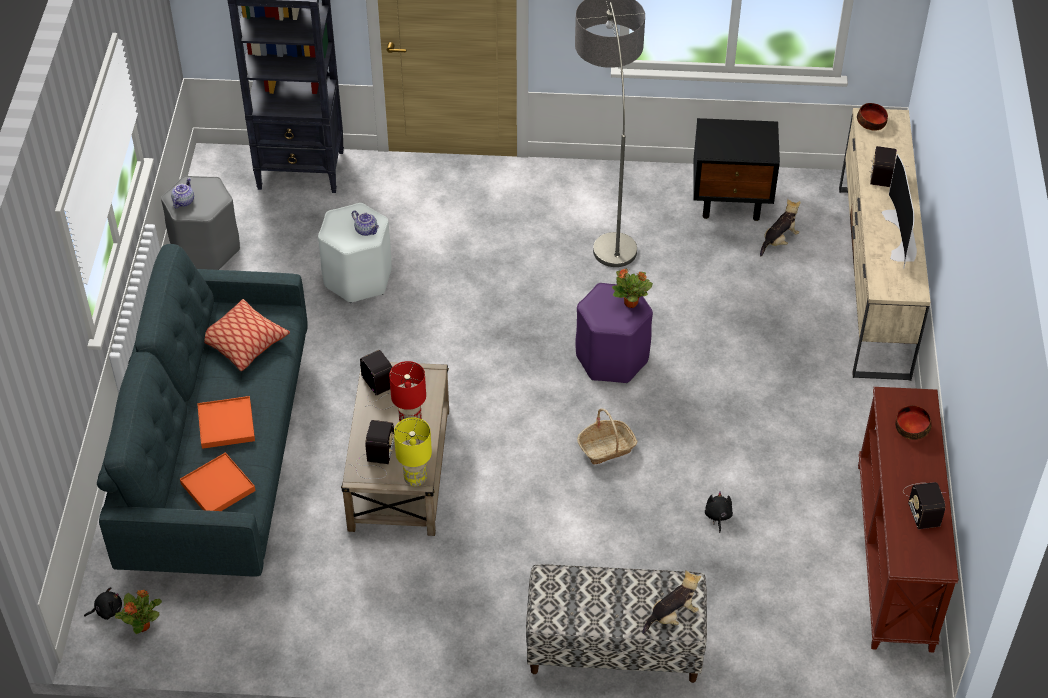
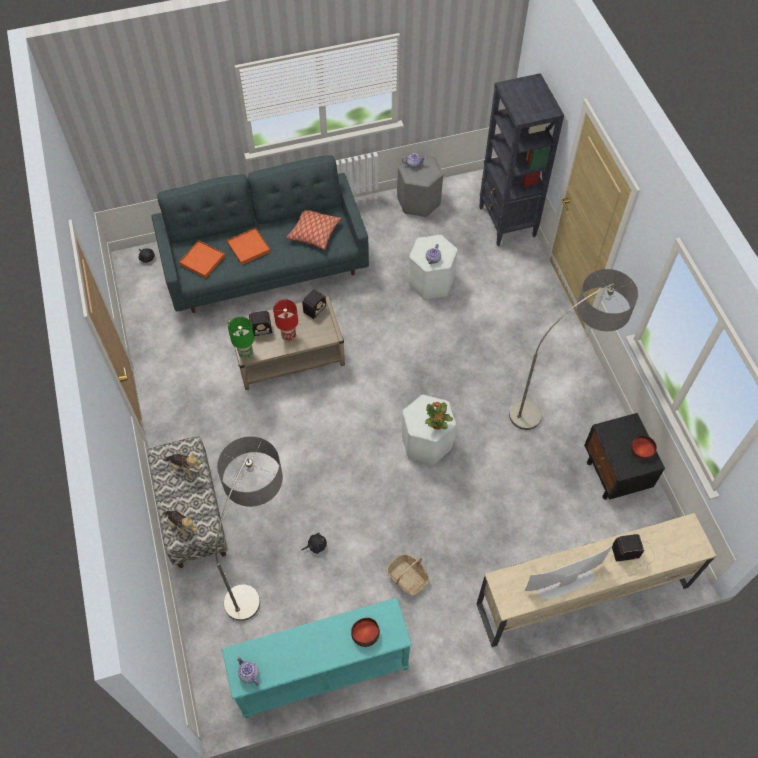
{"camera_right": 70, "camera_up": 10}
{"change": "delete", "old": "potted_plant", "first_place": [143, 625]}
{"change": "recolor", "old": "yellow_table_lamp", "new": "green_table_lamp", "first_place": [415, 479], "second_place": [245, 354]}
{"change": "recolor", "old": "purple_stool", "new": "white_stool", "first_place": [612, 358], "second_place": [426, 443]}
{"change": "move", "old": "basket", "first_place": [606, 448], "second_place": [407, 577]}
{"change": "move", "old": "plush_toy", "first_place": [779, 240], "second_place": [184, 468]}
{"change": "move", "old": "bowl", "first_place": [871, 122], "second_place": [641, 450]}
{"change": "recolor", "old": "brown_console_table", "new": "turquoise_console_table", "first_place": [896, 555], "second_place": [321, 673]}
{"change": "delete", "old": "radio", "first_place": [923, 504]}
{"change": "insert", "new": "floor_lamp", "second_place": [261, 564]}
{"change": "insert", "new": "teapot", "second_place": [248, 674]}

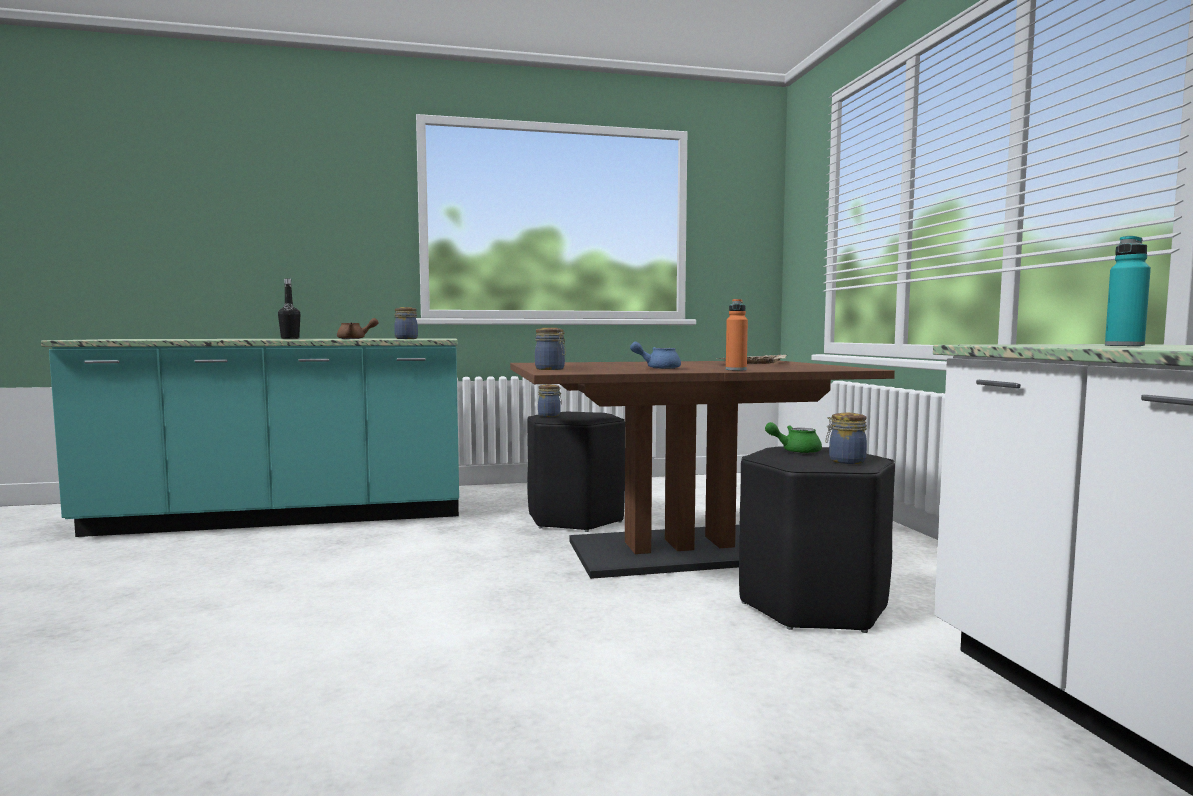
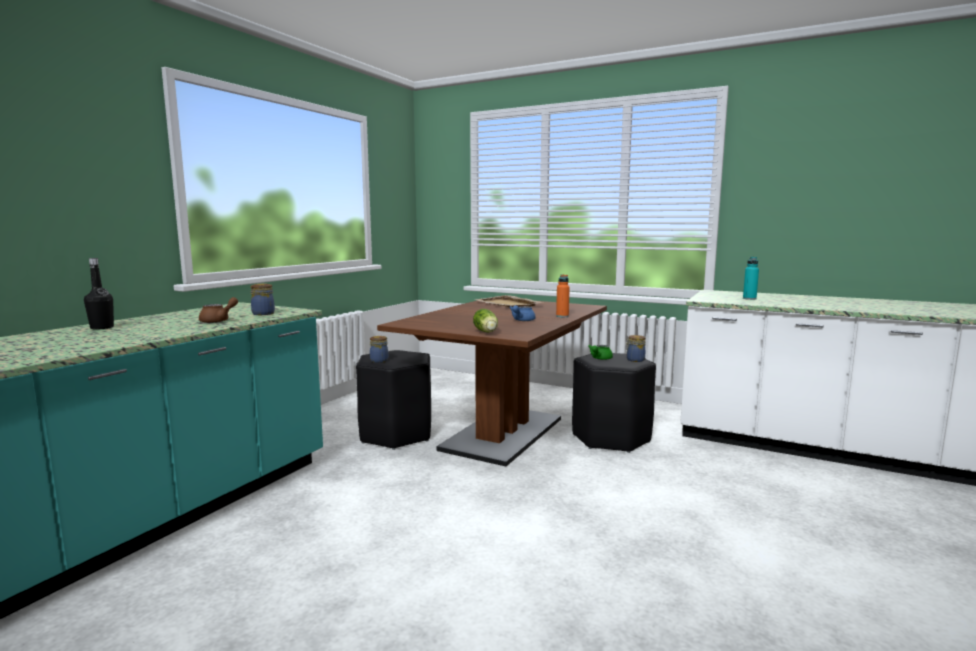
{"camera_right": -50, "camera_up": 5}
{"change": "replace", "old": "jar", "new": "lettuce", "first_place": [551, 369], "second_place": [486, 332]}

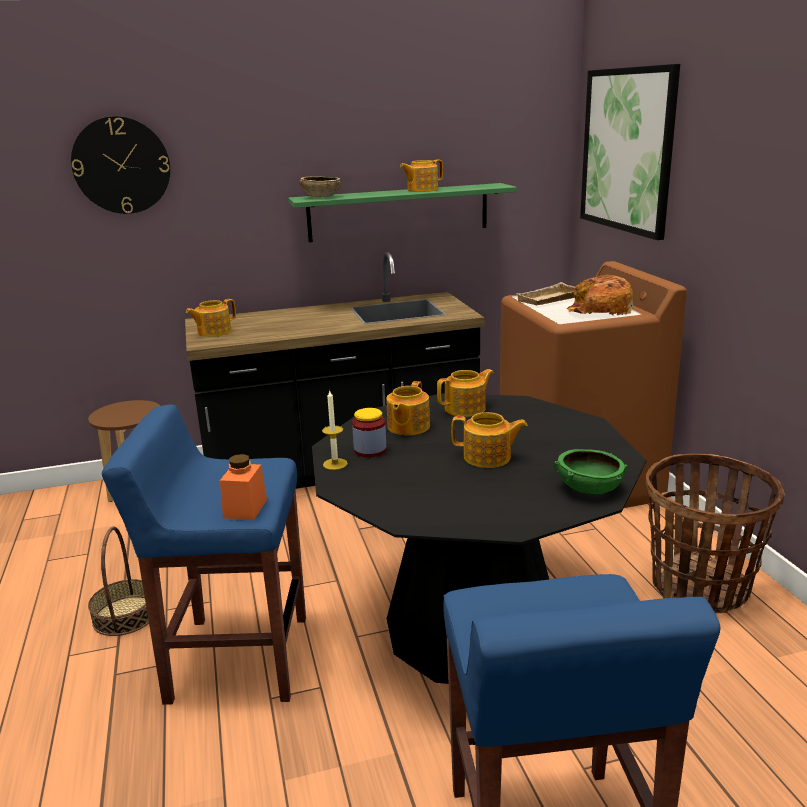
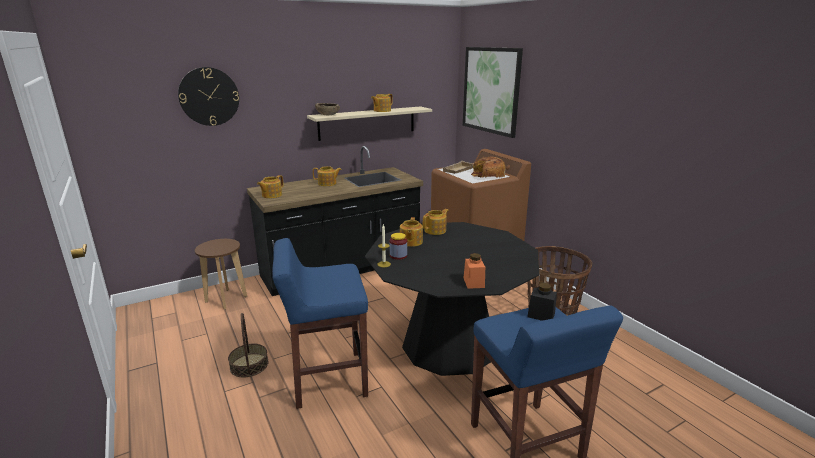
{"camera_right": -15, "camera_up": 0}
{"change": "move", "old": "orange_jar", "first_place": [245, 509], "second_place": [473, 282]}
{"change": "recolor", "old": "green_shelf", "new": "beige_shelf", "first_place": [399, 212], "second_place": [367, 123]}
{"change": "move", "old": "teapot", "first_place": [488, 457], "second_place": [327, 183]}
{"change": "delete", "old": "green_bowl", "first_place": [588, 488]}
{"change": "insert", "new": "black_jar", "second_place": [541, 315]}

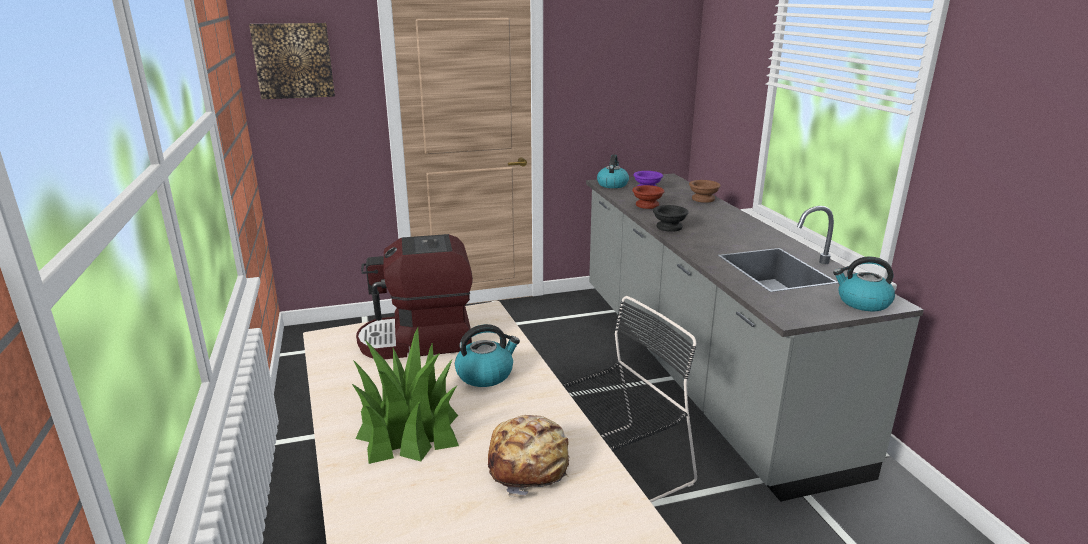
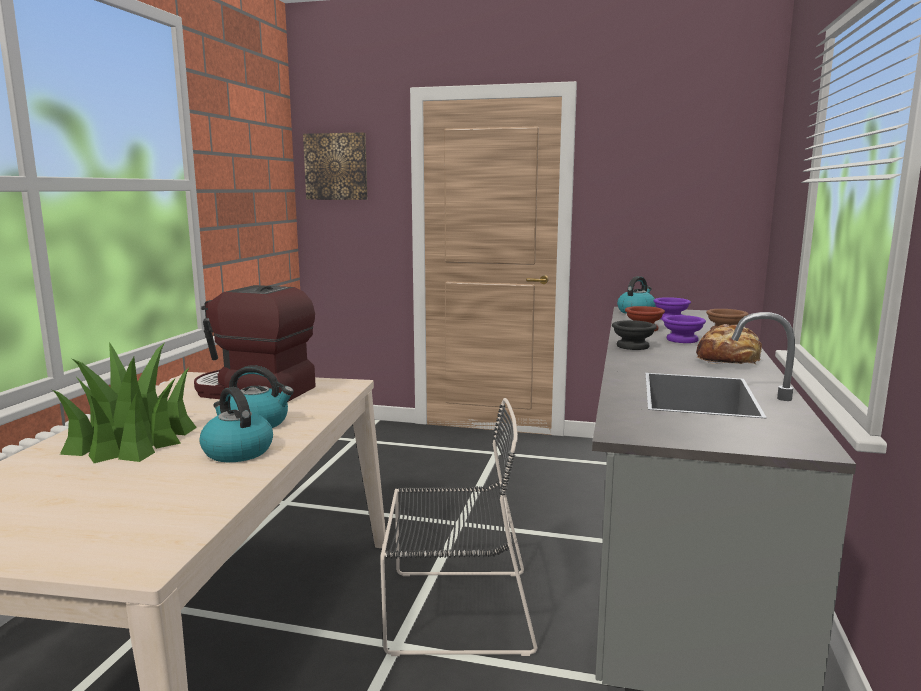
{"camera_right": 30, "camera_up": -10}
{"change": "move", "old": "bread", "first_place": [529, 465], "second_place": [728, 361]}
{"change": "move", "old": "kettle", "first_place": [862, 302], "second_place": [236, 451]}
{"change": "insert", "new": "purple_bowl", "second_place": [683, 340]}

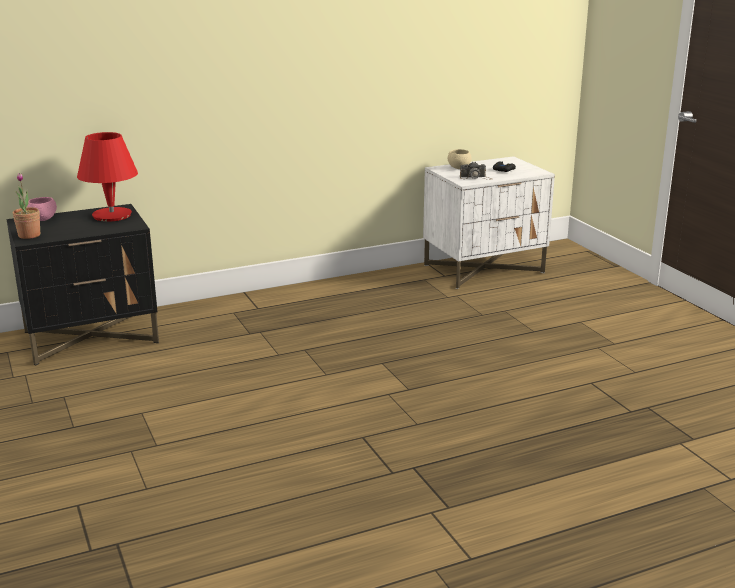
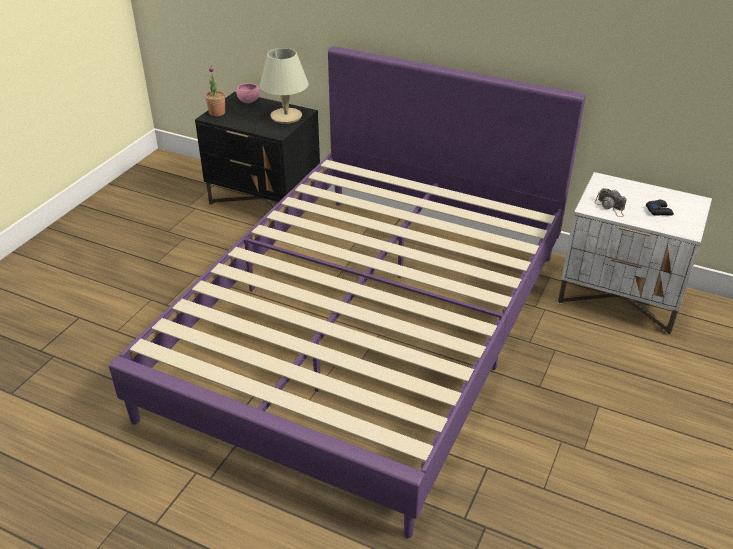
{"camera_right": 50, "camera_up": 15}
{"change": "recolor", "old": "red_table_lamp", "new": "beige_table_lamp", "first_place": [112, 215], "second_place": [286, 116]}
{"change": "delete", "old": "beige_bowl", "first_place": [459, 168]}
{"change": "insert", "new": "purple_bed", "second_place": [367, 329]}

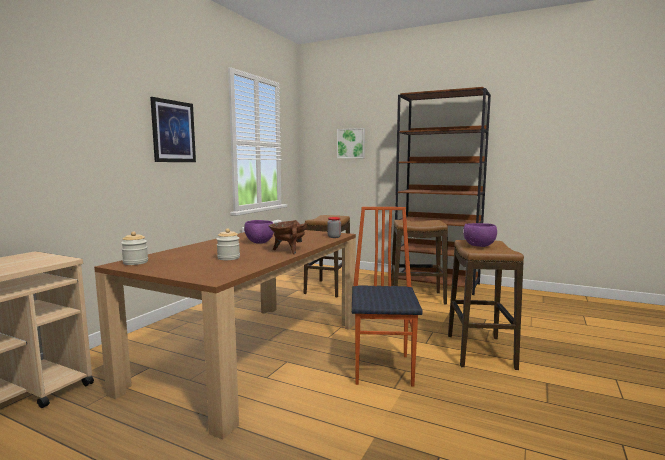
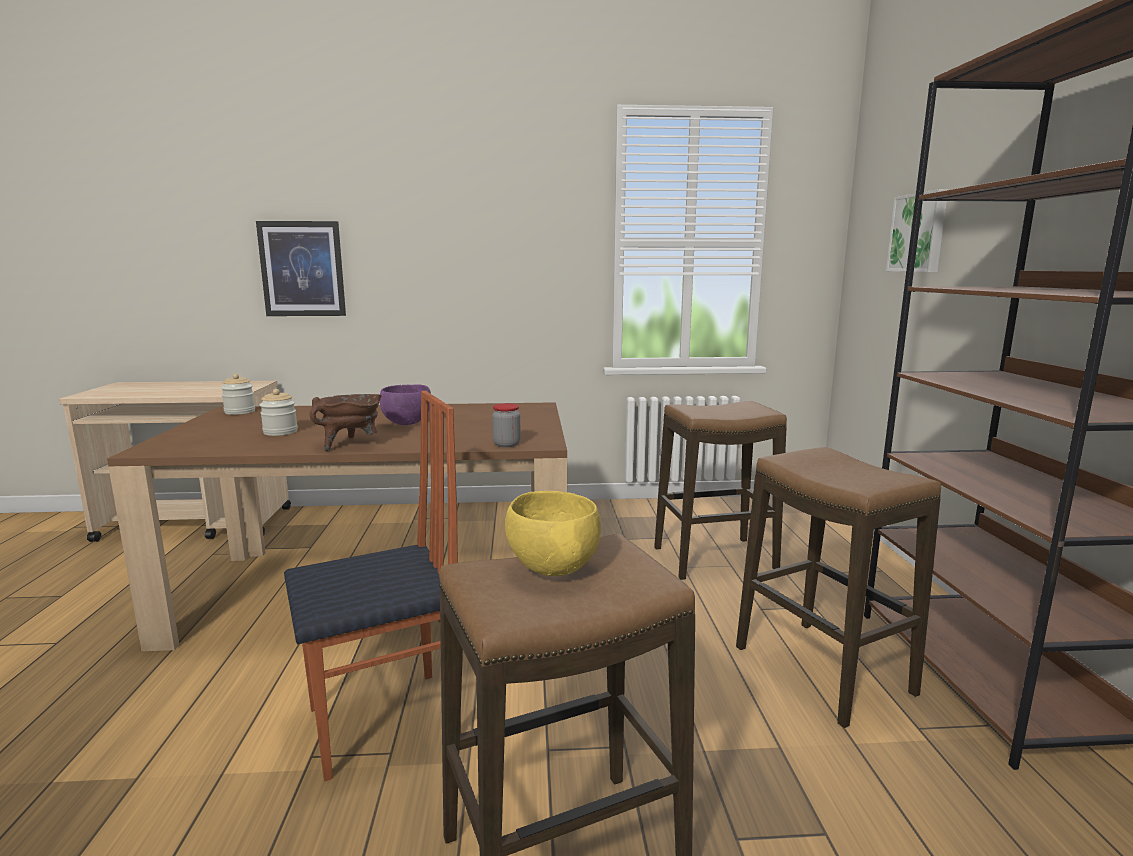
{"camera_right": 60, "camera_up": 5}
{"change": "move", "old": "picture", "first_place": [173, 131], "second_place": [302, 269]}
{"change": "recolor", "old": "purple_bowl", "new": "yellow_bowl", "first_place": [479, 246], "second_place": [552, 568]}

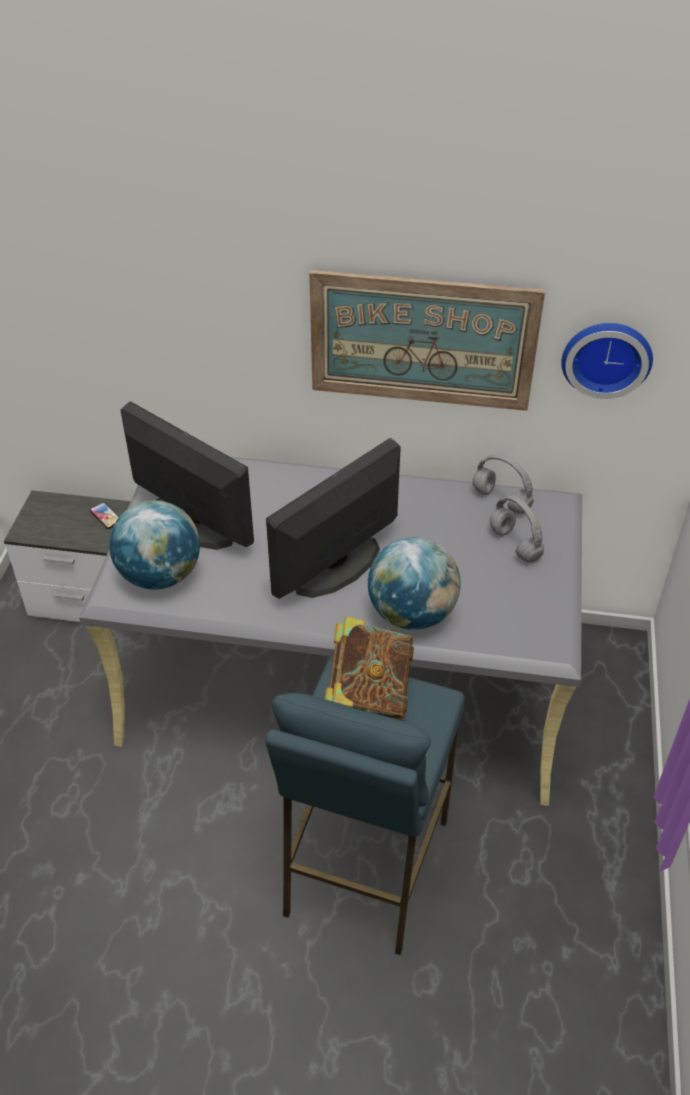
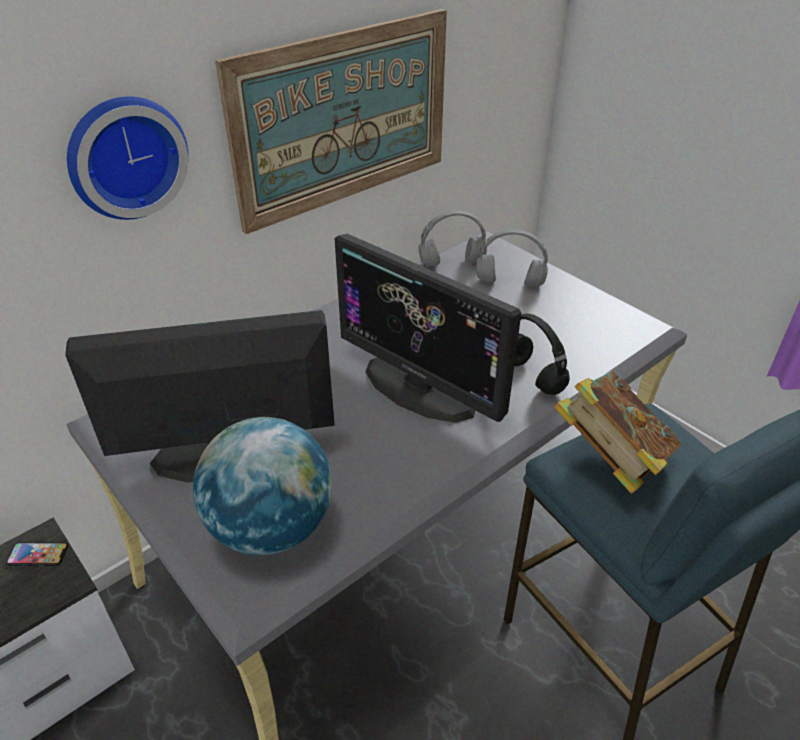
{"camera_right": -50, "camera_up": -5}
{"change": "rotate", "old": "monitor", "first_place": [337, 566], "second_place": [420, 387], "degrees": -45}
{"change": "replace", "old": "globe", "new": "black_headphones", "first_place": [412, 614], "second_place": [533, 376]}
{"change": "move", "old": "wall_clock", "first_place": [606, 356], "second_place": [125, 156]}

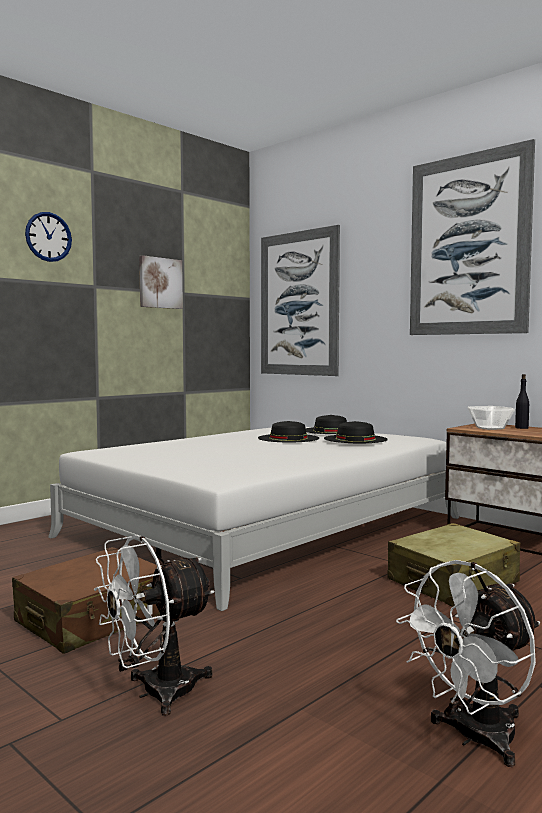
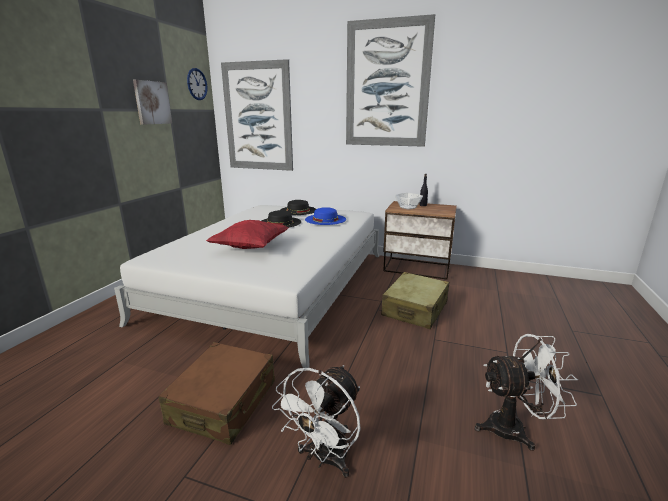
{"camera_right": -25, "camera_up": 15}
{"change": "move", "old": "wall_clock", "first_place": [48, 237], "second_place": [197, 84]}
{"change": "recolor", "old": "black_hat", "new": "blue_hat", "first_place": [355, 439], "second_place": [325, 219]}
{"change": "rotate", "old": "white_fan", "first_place": [474, 739], "second_place": [514, 428], "degrees": -120}
{"change": "insert", "new": "red_pillow", "second_place": [250, 247]}

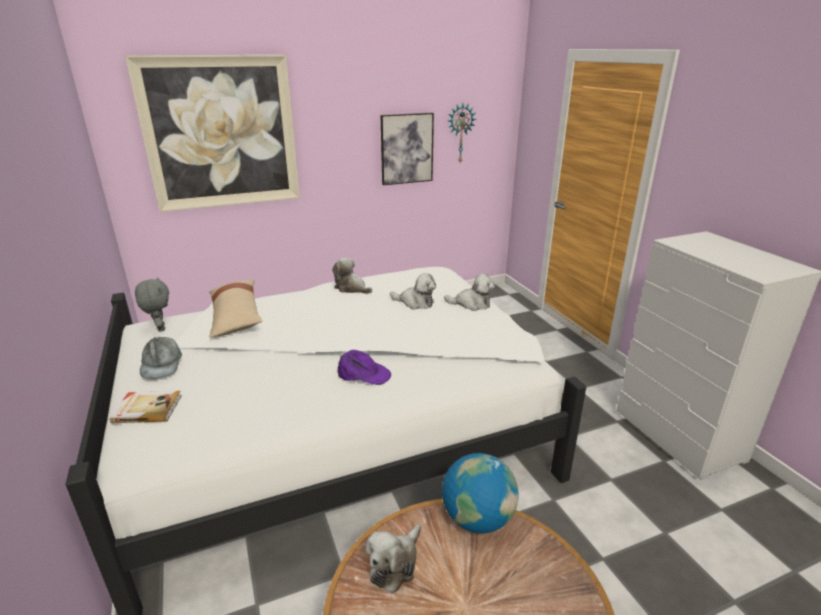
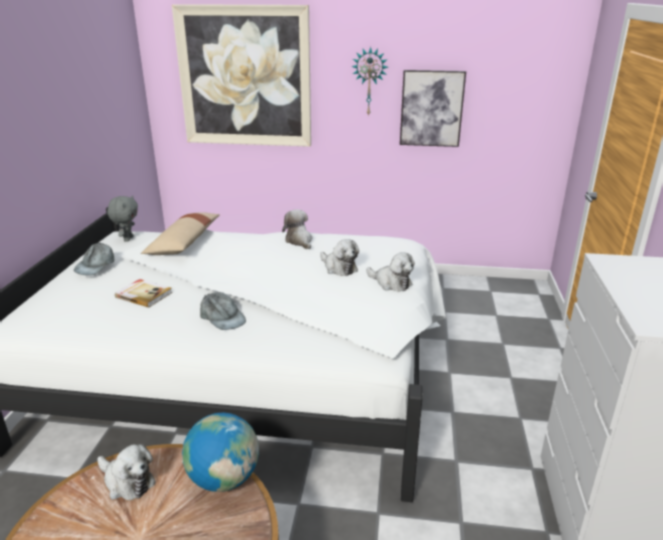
{"camera_right": 30, "camera_up": 0}
{"change": "move", "old": "book", "first_place": [147, 408], "second_place": [144, 294]}
{"change": "recolor", "old": "purple_cap", "new": "grey_cap", "first_place": [364, 374], "second_place": [222, 317]}
{"change": "rotate", "old": "plush_toy", "first_place": [395, 564], "second_place": [127, 481], "degrees": -120}
{"change": "move", "old": "wall_clock", "first_place": [460, 133], "second_place": [369, 82]}

